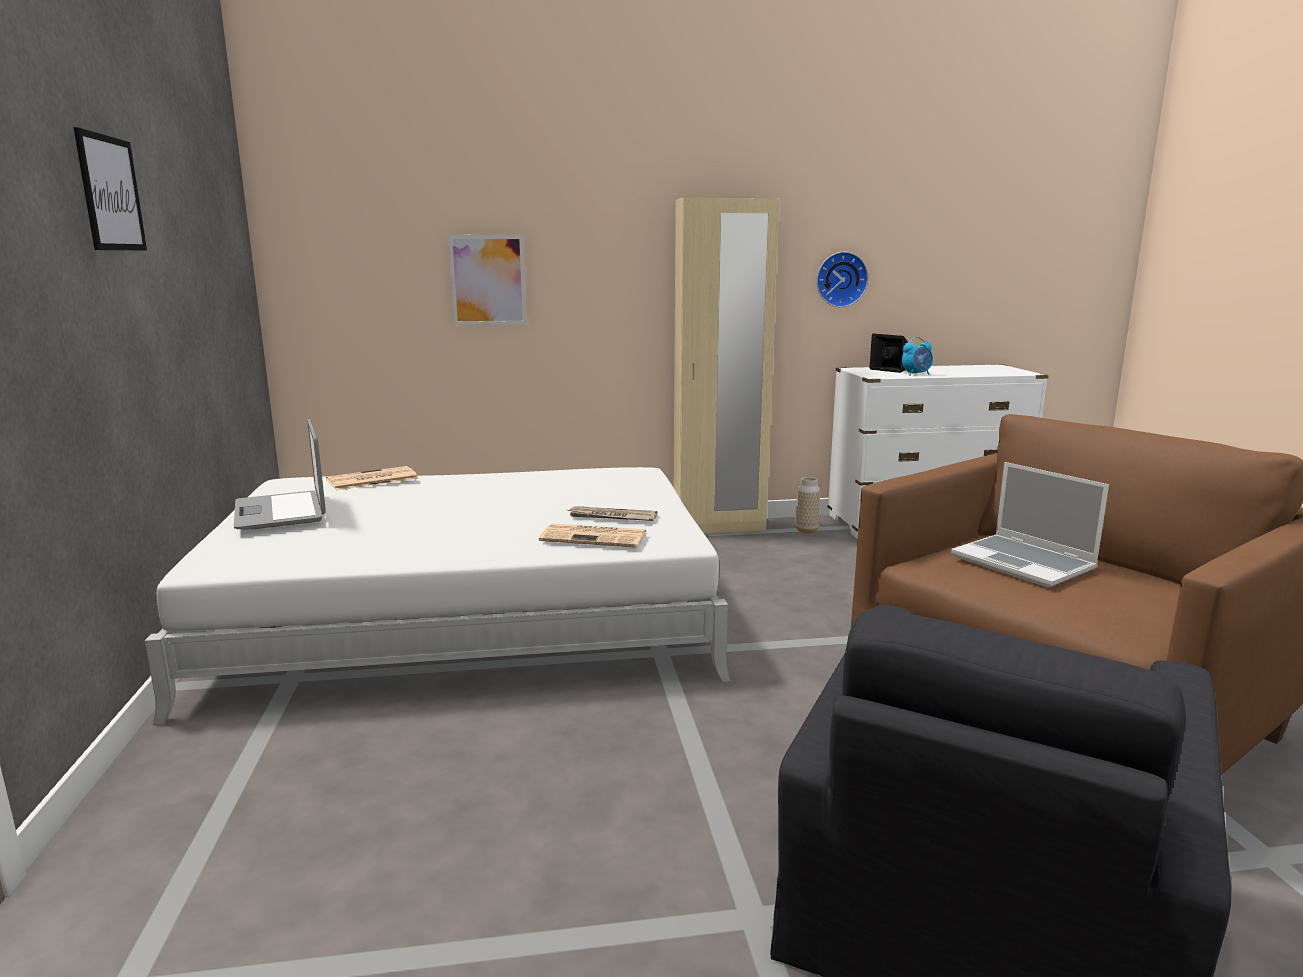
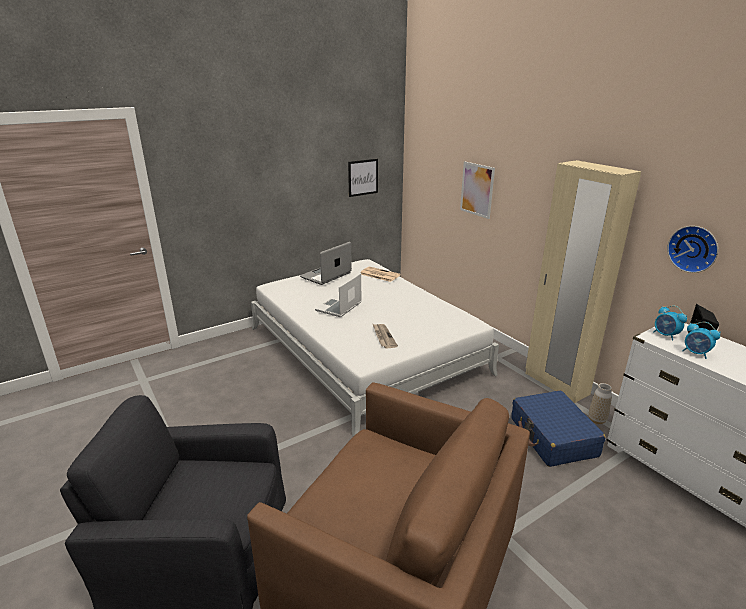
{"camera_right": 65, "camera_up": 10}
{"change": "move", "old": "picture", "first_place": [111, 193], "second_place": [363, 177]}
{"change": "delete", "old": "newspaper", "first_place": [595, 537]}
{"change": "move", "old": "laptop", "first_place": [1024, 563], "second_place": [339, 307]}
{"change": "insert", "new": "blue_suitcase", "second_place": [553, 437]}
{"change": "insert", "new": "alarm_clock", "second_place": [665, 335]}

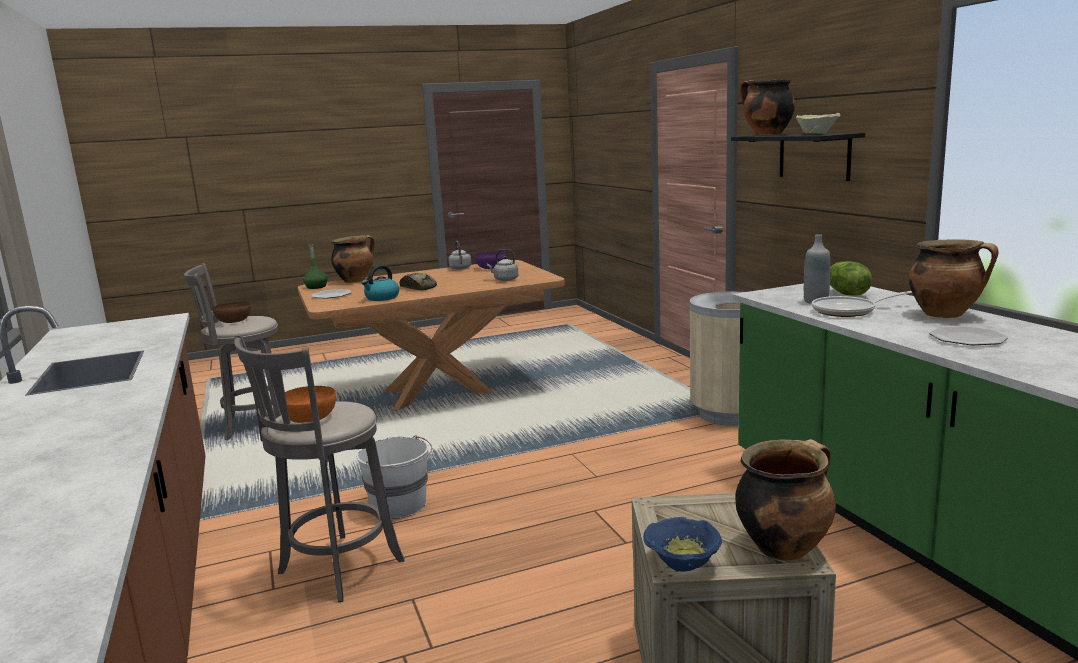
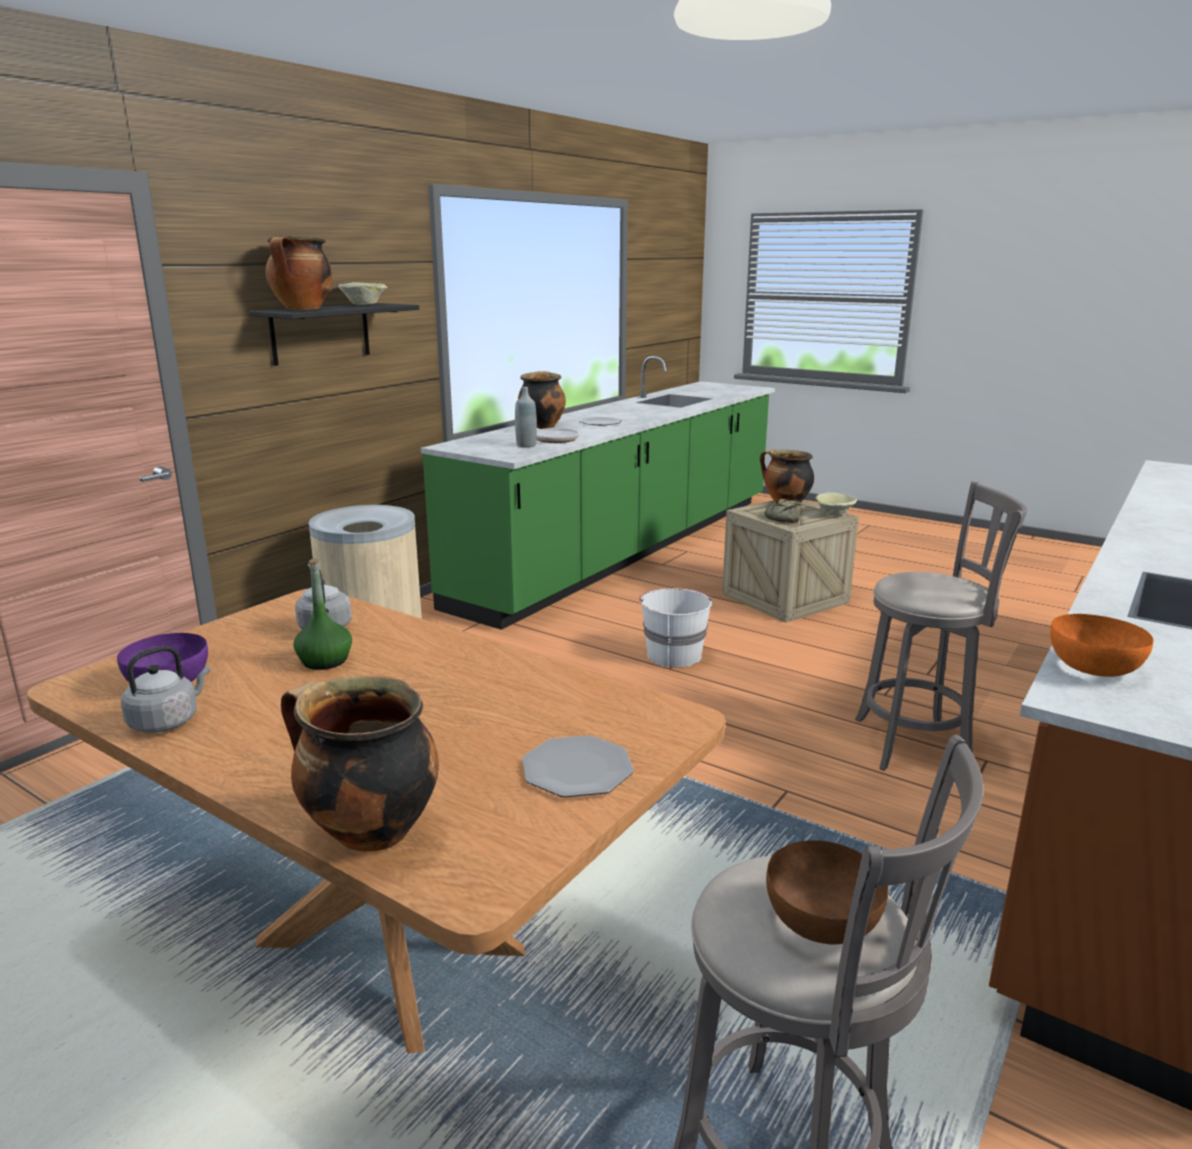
{"camera_right": -125, "camera_up": 5}
{"change": "move", "old": "orange_bowl", "first_place": [310, 418], "second_place": [1092, 668]}
{"change": "move", "old": "green_bottle", "first_place": [316, 287], "second_place": [325, 661]}
{"change": "move", "old": "white_bucket", "first_place": [400, 505], "second_place": [673, 655]}
{"change": "delete", "old": "kettle", "first_place": [382, 298]}
{"change": "move", "old": "bread", "first_place": [419, 287], "second_place": [784, 518]}
{"change": "recolor", "old": "blue_bowl", "new": "beige_bowl", "first_place": [681, 563], "second_place": [834, 515]}
{"change": "delete", "old": "lettuce", "first_place": [846, 294]}

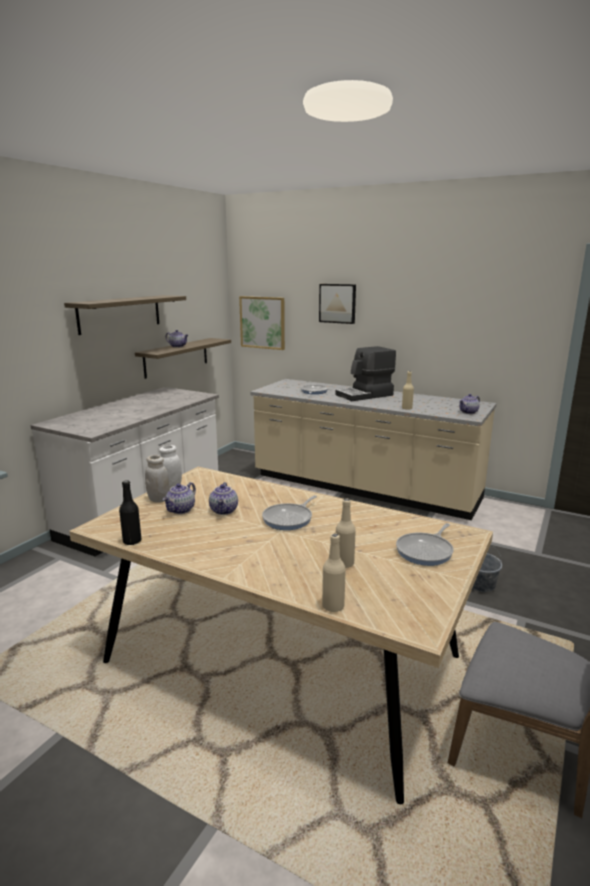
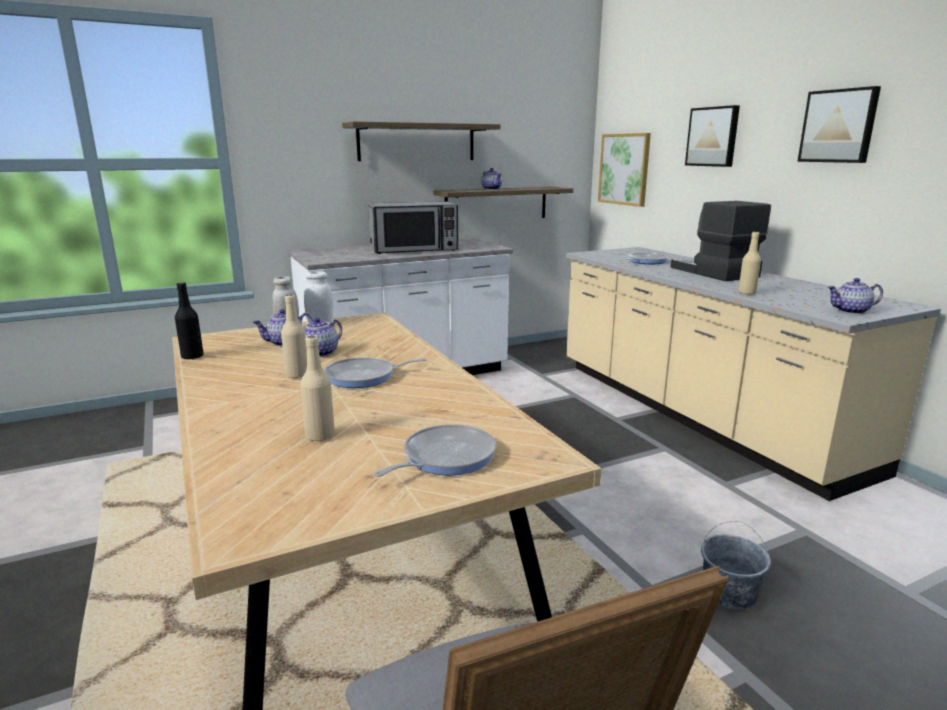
{"camera_right": 35, "camera_up": 0}
{"change": "move", "old": "beige_bottle", "first_place": [333, 606], "second_place": [297, 375]}
{"change": "rotate", "old": "coffee_machine", "first_place": [365, 395], "second_place": [713, 272], "degrees": 60}
{"change": "rotate", "old": "frying_pan", "first_place": [426, 551], "second_place": [445, 457], "degrees": 150}
{"change": "insert", "new": "microwave", "second_place": [414, 249]}
{"change": "insert", "new": "picture", "second_place": [839, 126]}

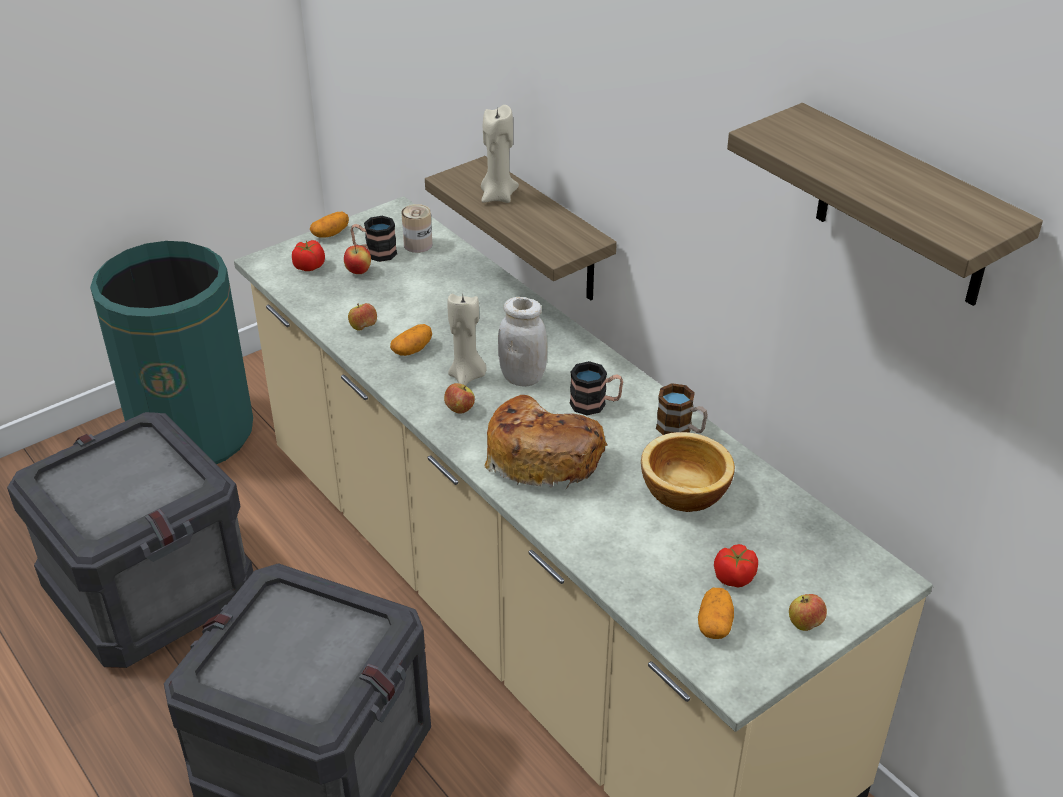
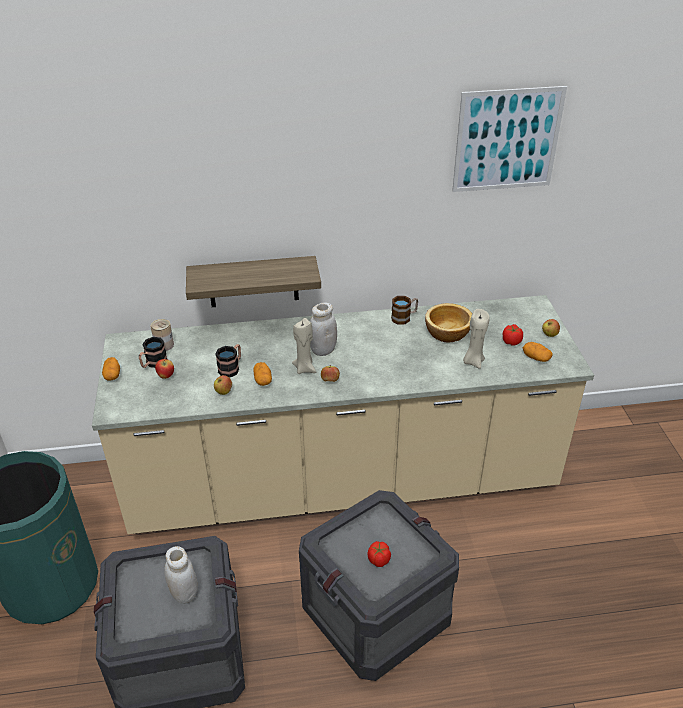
{"camera_right": -60, "camera_up": 0}
{"change": "move", "old": "tomato", "first_place": [309, 266], "second_place": [379, 559]}
{"change": "move", "old": "beige_candle", "first_place": [498, 196], "second_place": [473, 361]}
{"change": "delete", "old": "bread", "first_place": [542, 454]}
{"change": "move", "old": "mug", "first_place": [595, 404], "second_place": [231, 368]}
{"change": "replace", "old": "shelf", "new": "picture", "first_place": [903, 209], "second_place": [507, 140]}
{"change": "insert", "new": "white_jar", "second_place": [184, 593]}

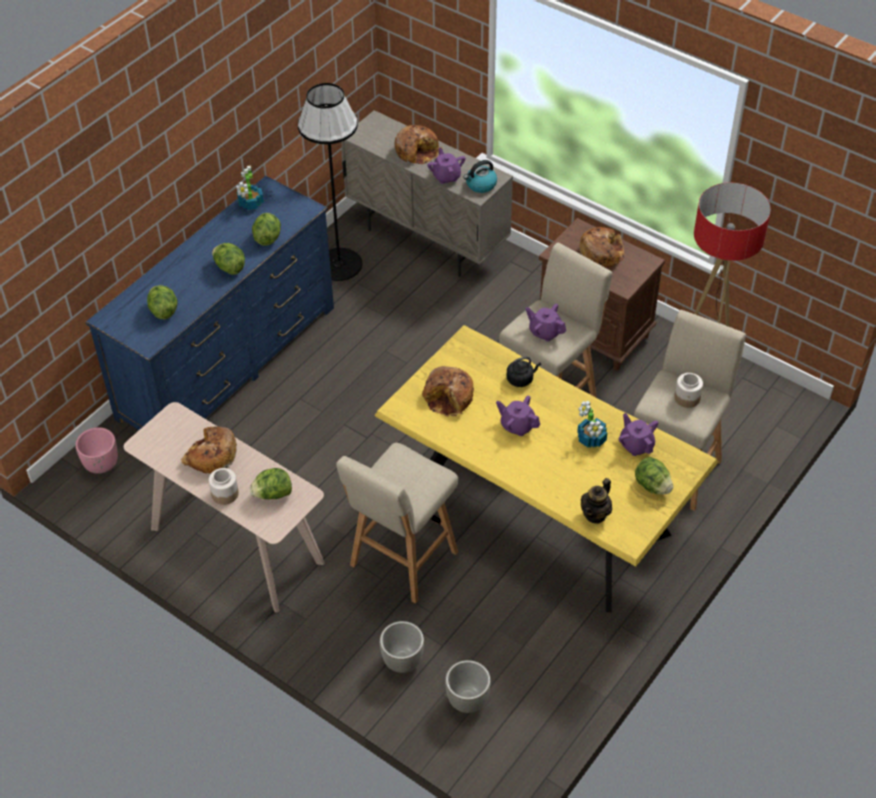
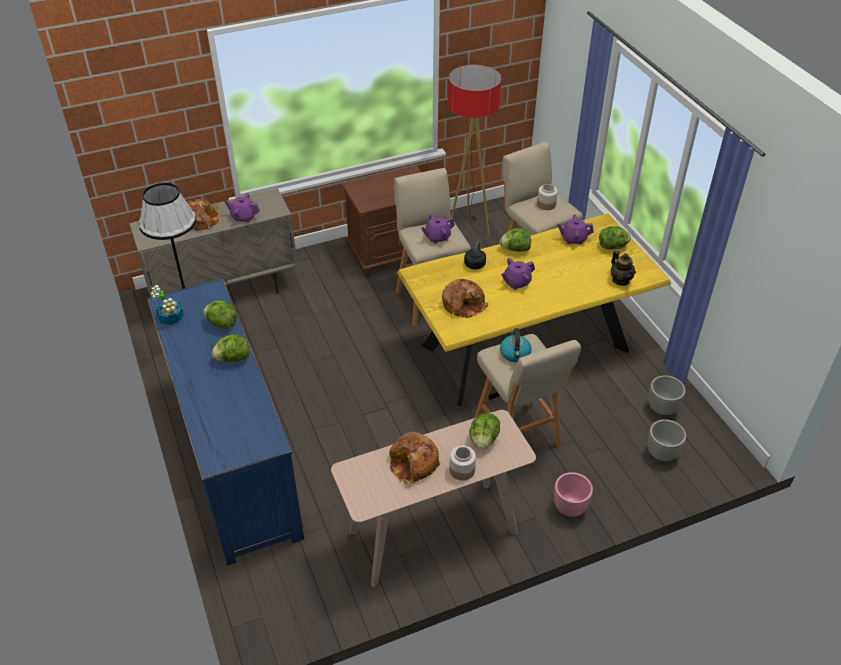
{"camera_right": -60, "camera_up": -5}
{"change": "move", "old": "pink_planter", "first_place": [101, 465], "second_place": [569, 507]}
{"change": "move", "old": "lettuce", "first_place": [163, 311], "second_place": [515, 249]}
{"change": "move", "old": "grey_planter", "first_place": [402, 661], "second_place": [662, 409]}
{"change": "move", "old": "kettle", "first_place": [480, 185], "second_place": [515, 354]}
{"change": "delete", "old": "potted_plant", "first_place": [591, 439]}
{"change": "delete", "old": "bread", "first_place": [602, 252]}

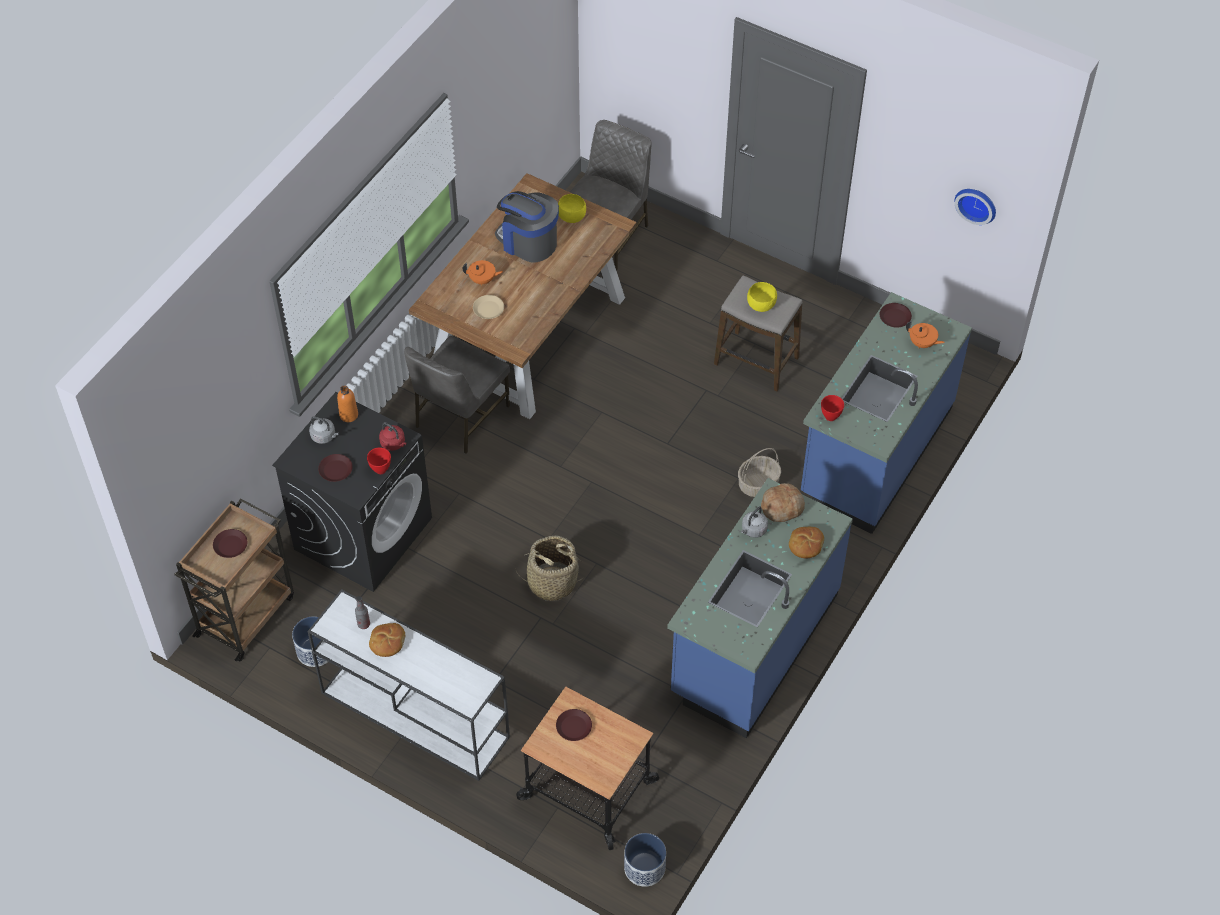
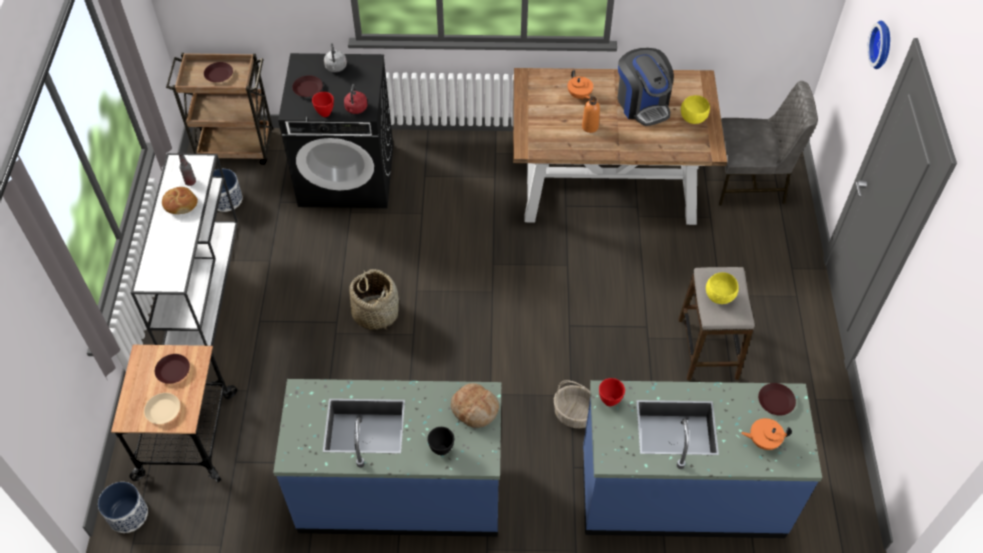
{"camera_right": 60, "camera_up": 0}
{"change": "move", "old": "orange_bottle", "first_place": [349, 415], "second_place": [590, 127]}
{"change": "delete", "old": "grey_chair", "first_place": [460, 416]}
{"change": "move", "old": "beige_plate", "first_place": [489, 309], "second_place": [163, 411]}
{"change": "rotate", "old": "coffee_machine", "first_place": [528, 242], "second_place": [642, 104], "degrees": 150}
{"change": "delete", "old": "grey_kettle", "first_place": [753, 530]}
{"change": "replace", "old": "bread", "new": "black_bowl", "first_place": [805, 545], "second_place": [441, 449]}
{"change": "rotate", "old": "orange_teapot", "first_place": [922, 343], "second_place": [763, 440], "degrees": 90}
{"change": "move", "old": "wall_clock", "first_place": [976, 204], "second_place": [883, 45]}

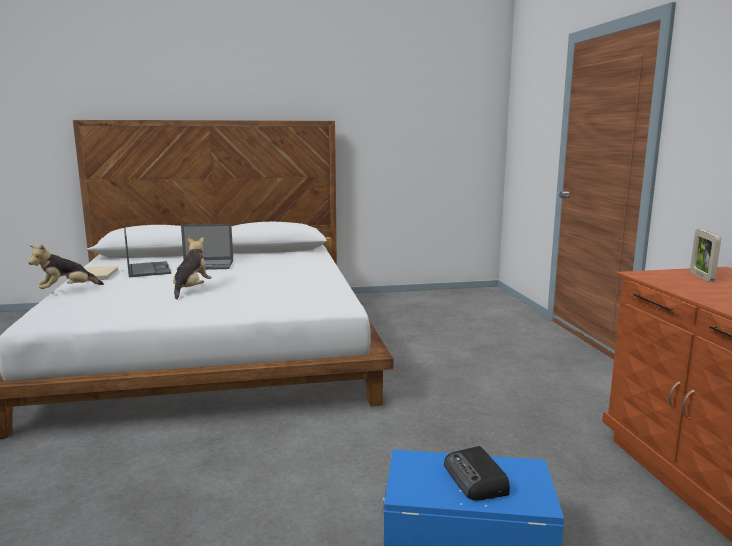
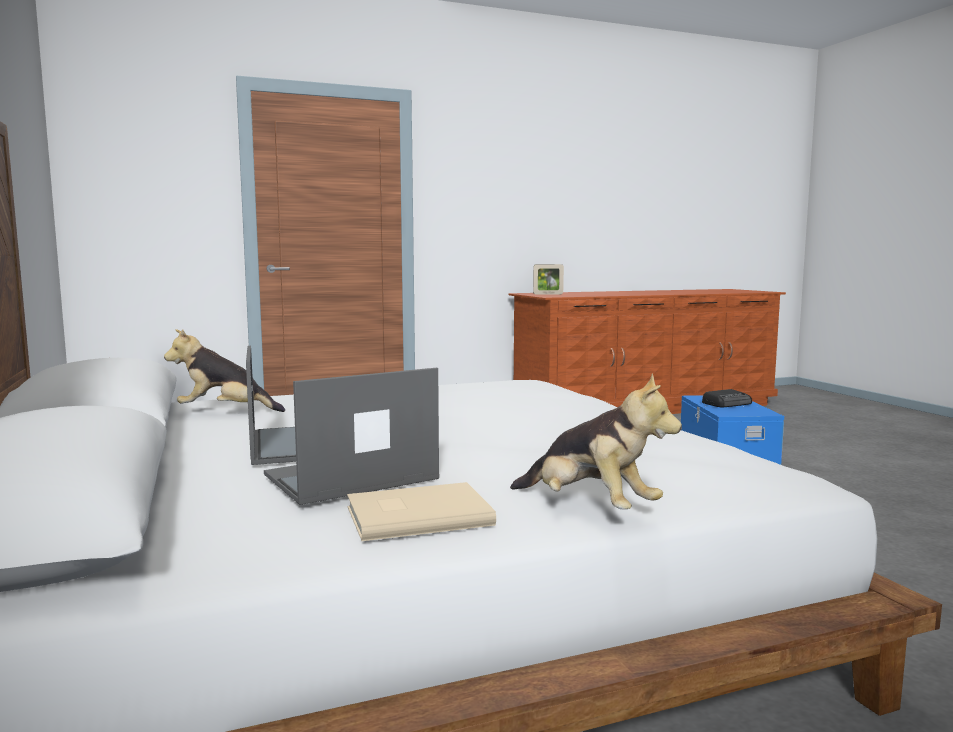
{"camera_right": -100, "camera_up": -5}
{"change": "move", "old": "plush_toy", "first_place": [191, 289], "second_place": [224, 412]}

